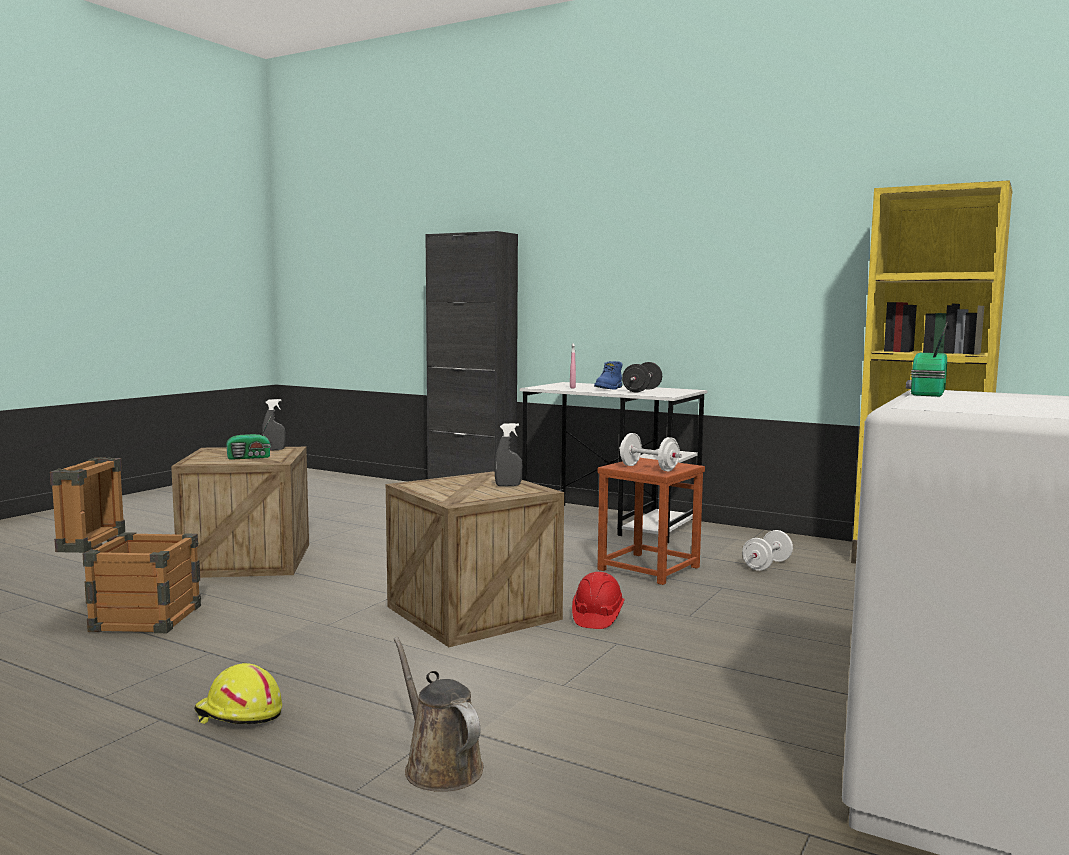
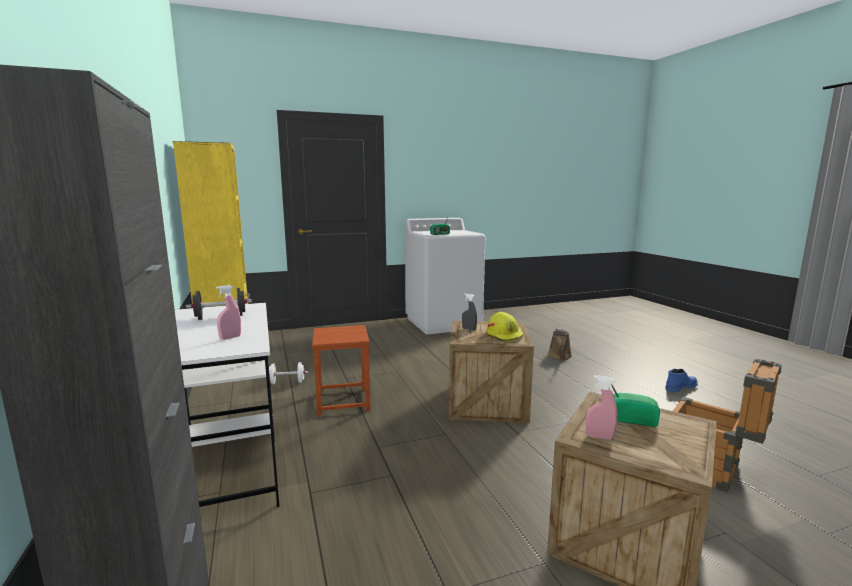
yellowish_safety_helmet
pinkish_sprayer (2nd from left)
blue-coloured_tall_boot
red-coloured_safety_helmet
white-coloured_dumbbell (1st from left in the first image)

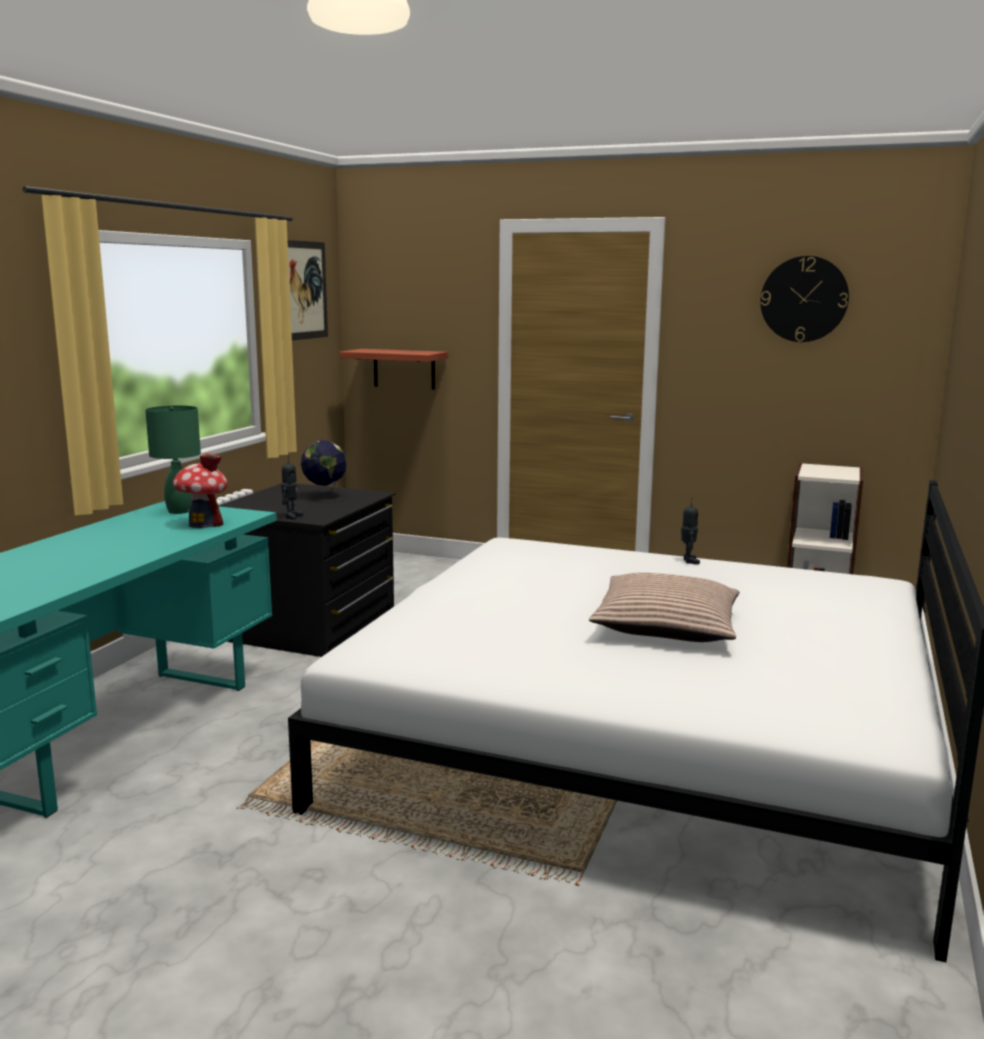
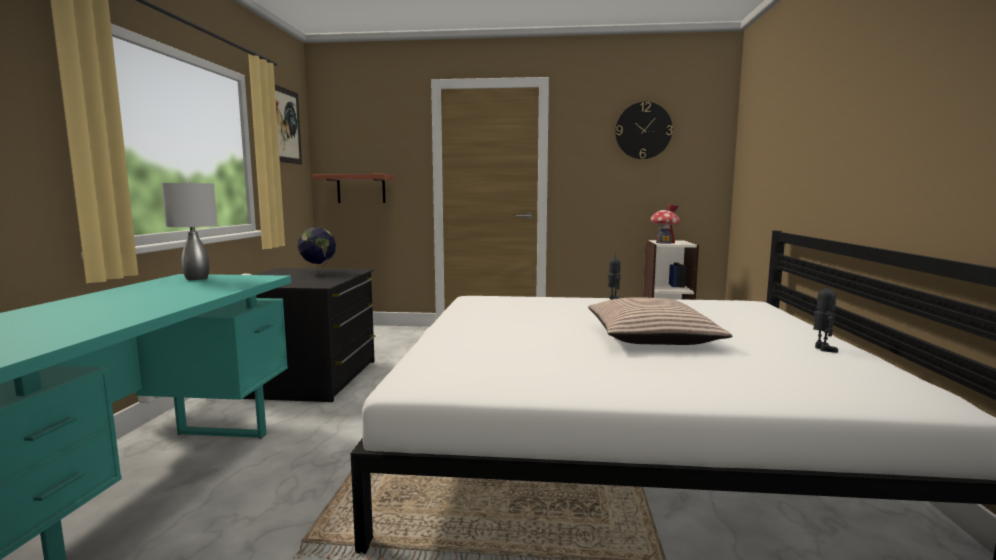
greyish_lamp_for_a_table
model_house
toy_robot (2nd from left)

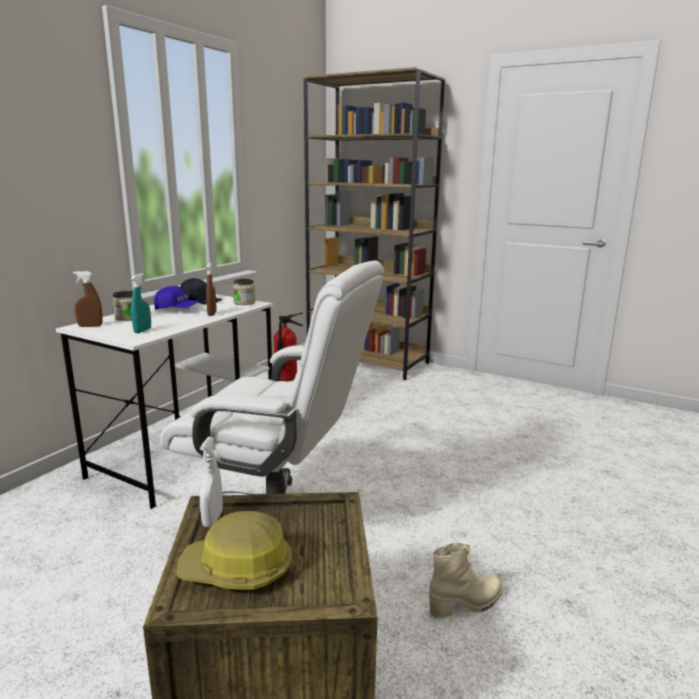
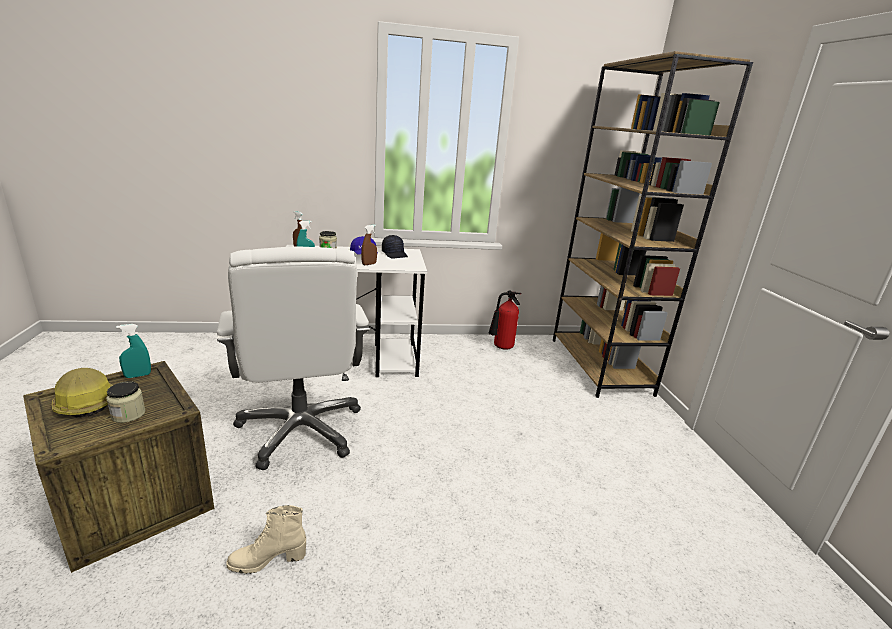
jar (1st from left)
turquoise-coloured_sprayer (1st from left)
beige-coloured_tall_boot

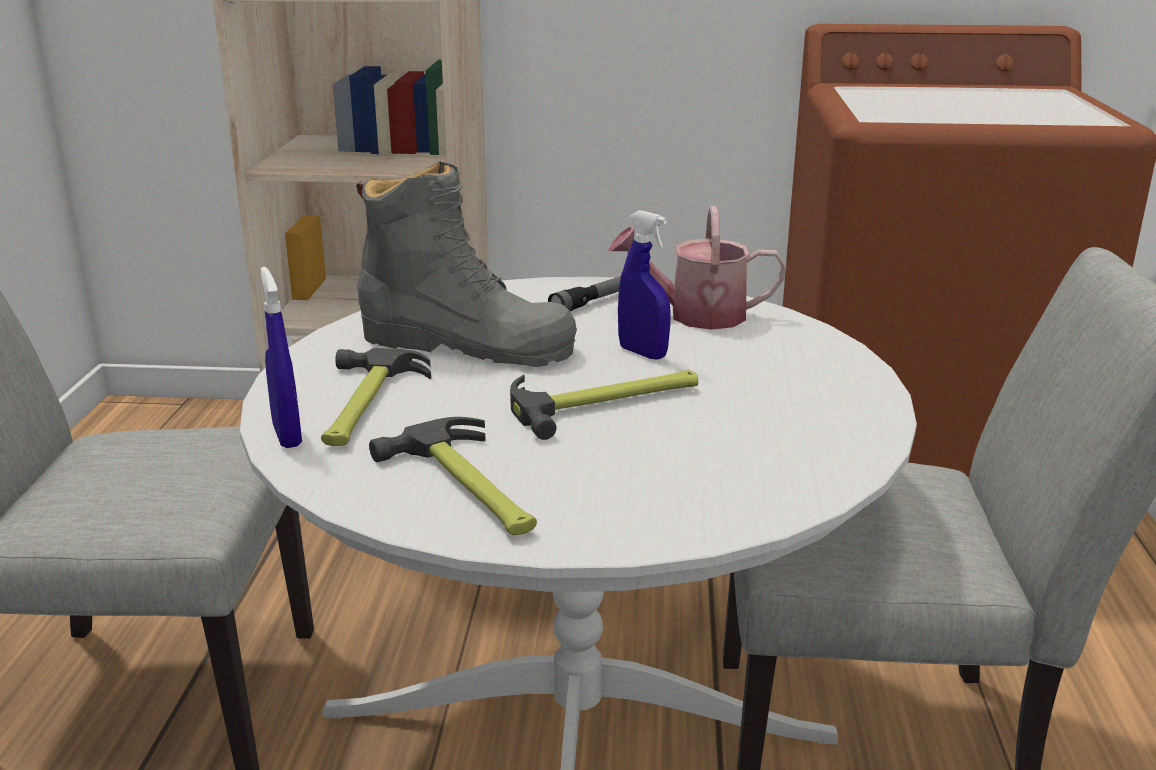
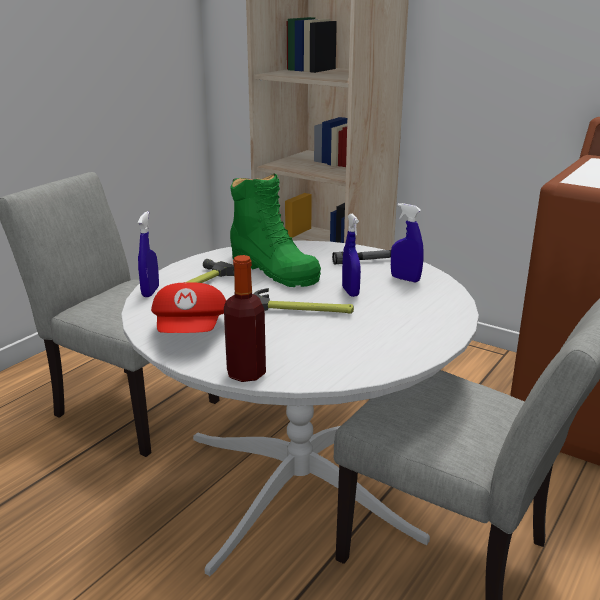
red-coloured_cap
beverage_bottle
green_tall_boot
blue-coloured_sprayer (3rd from left)

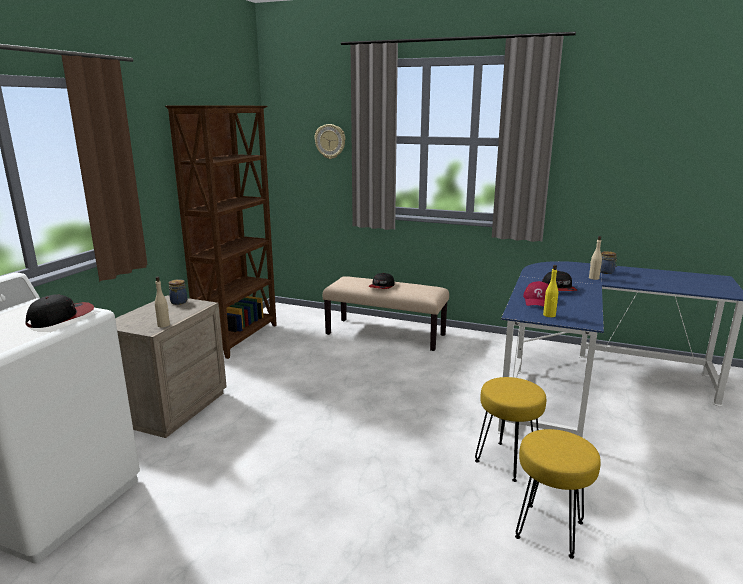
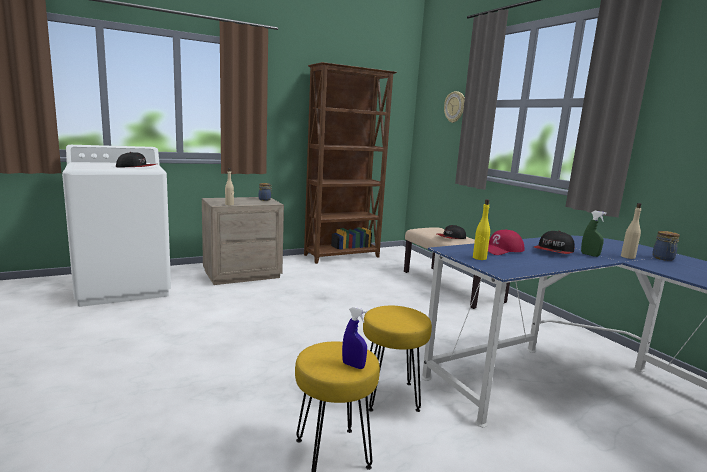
blue-coloured_sprayer
green_sprayer

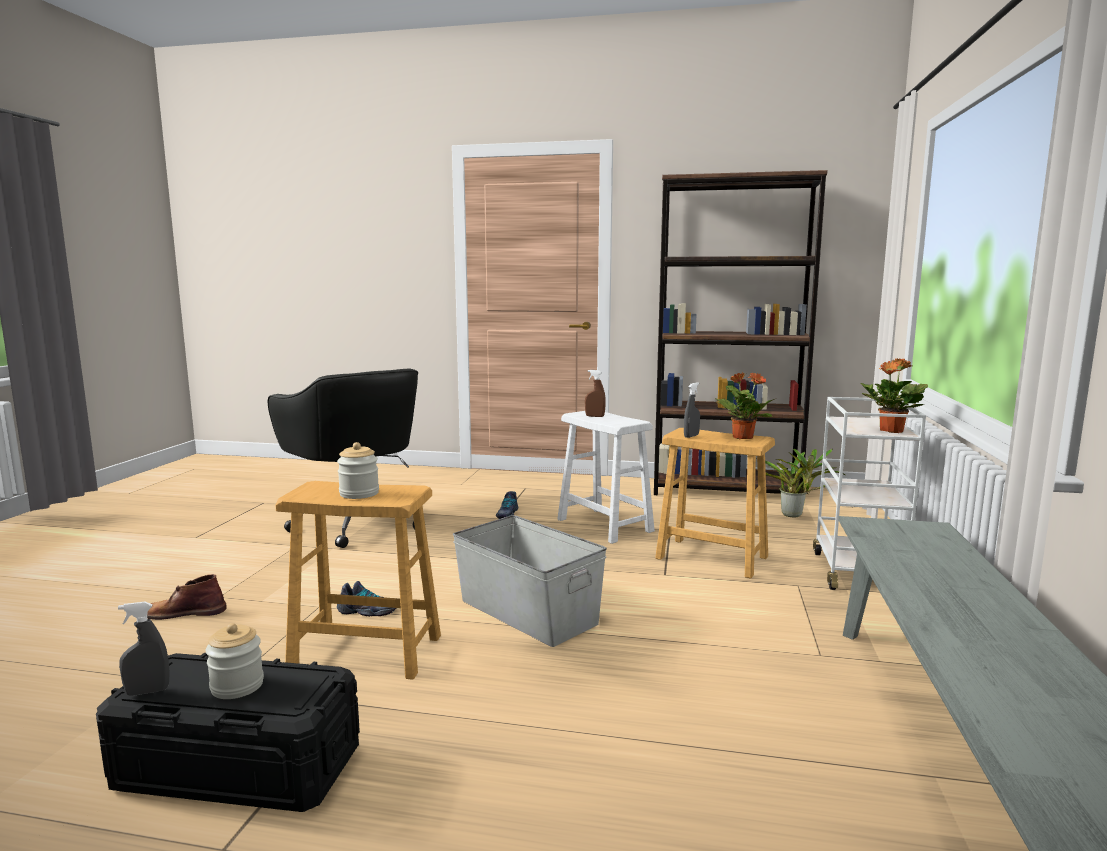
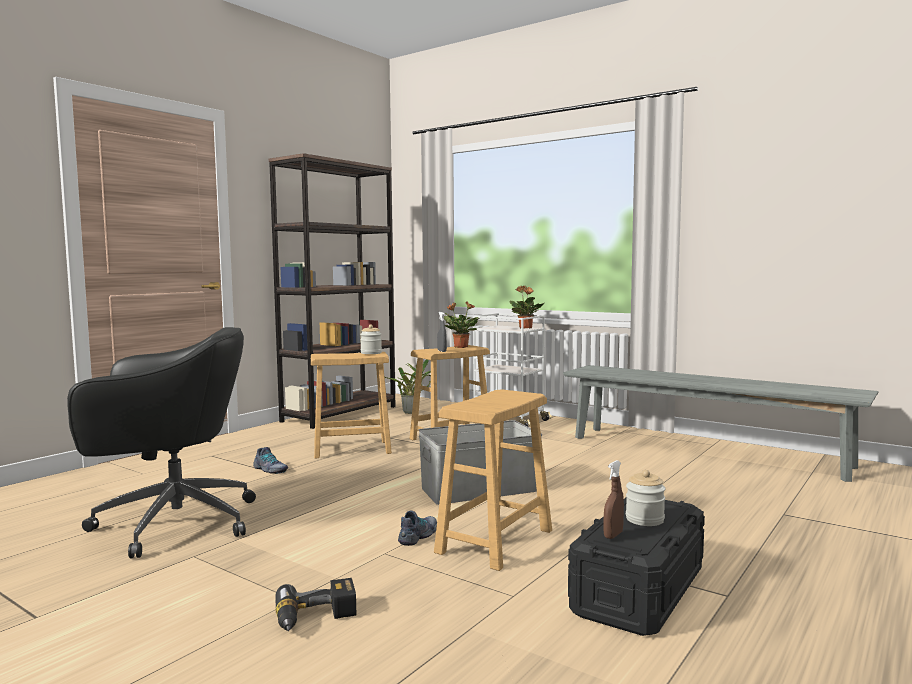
power_drill
brown_sitting_stool (1st from left)
jar (1st from left)
brown_sprayer
greyish_sprayer (1st from left in the first image)

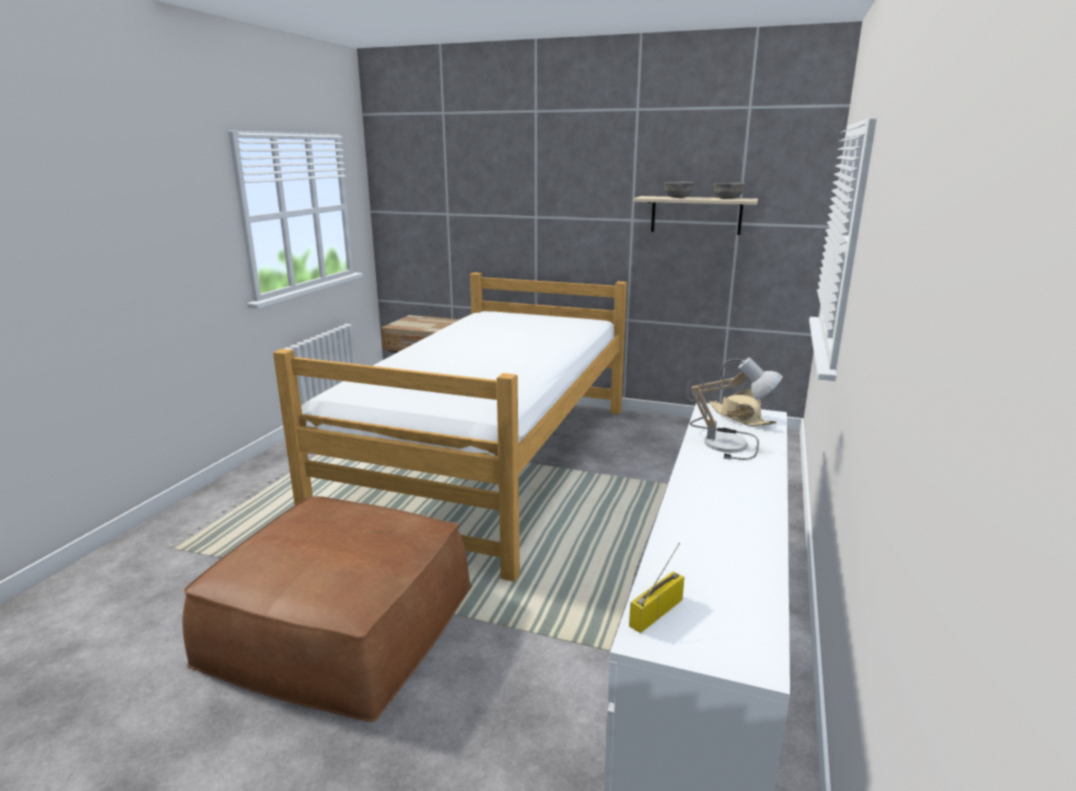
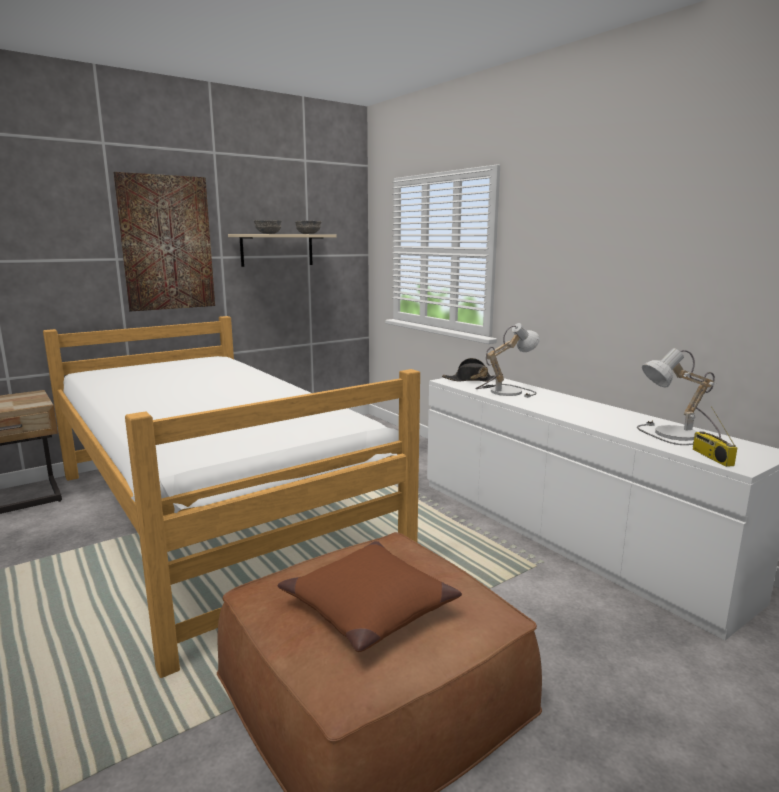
wall_art
brown_pillow
blackish_wearable_hat
lamp_for_a_table (2nd from left)

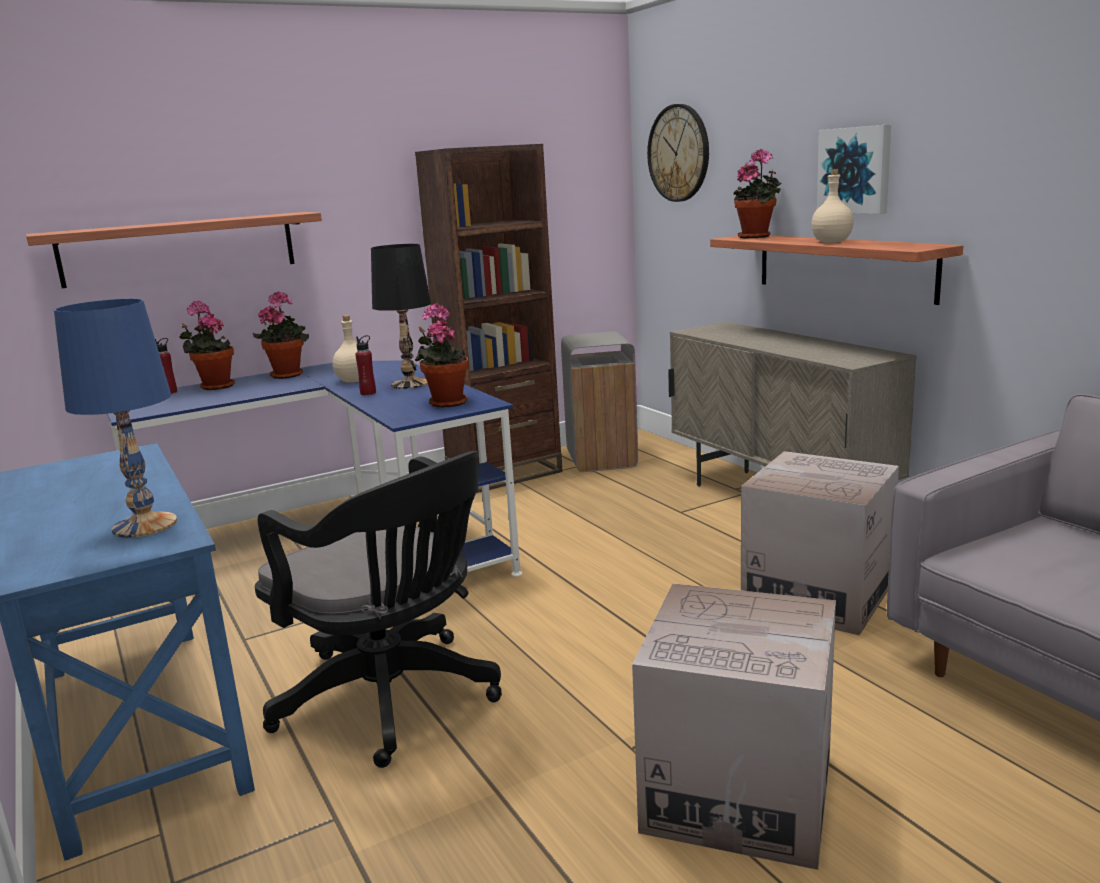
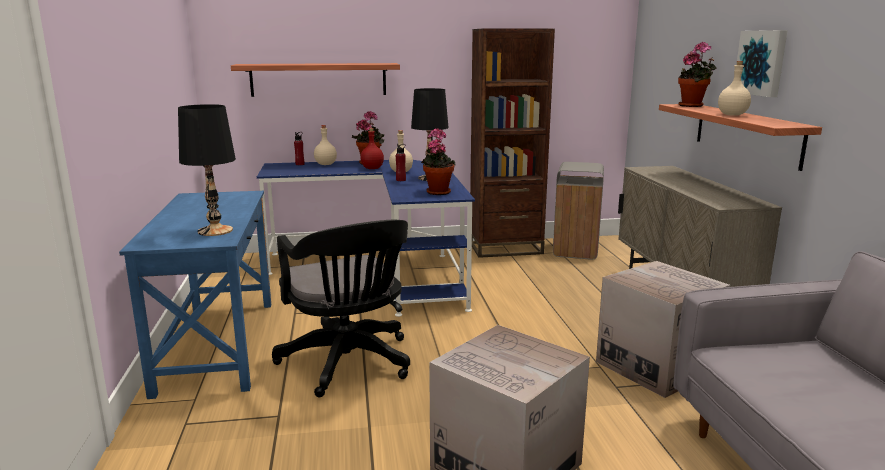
blackish_lamp_for_a_table (1st from left)
beige-coloured_beverage_bottle (1st from left)
red-coloured_beverage_bottle (2nd from left)
hanging_clock

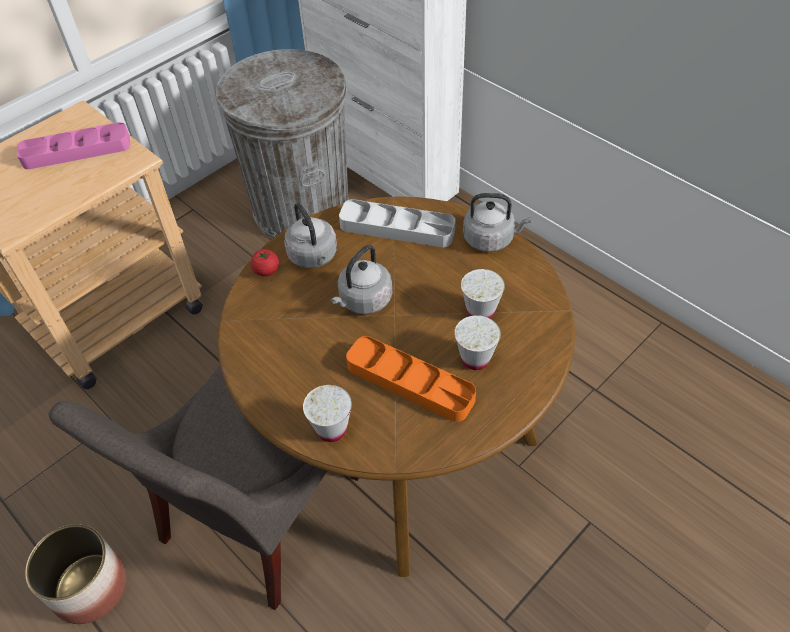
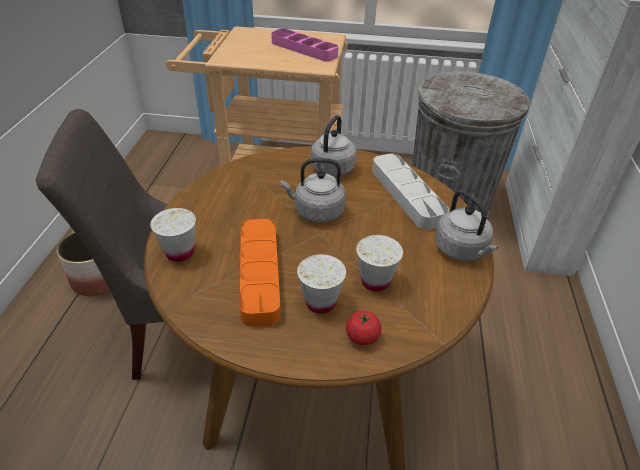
tomato

